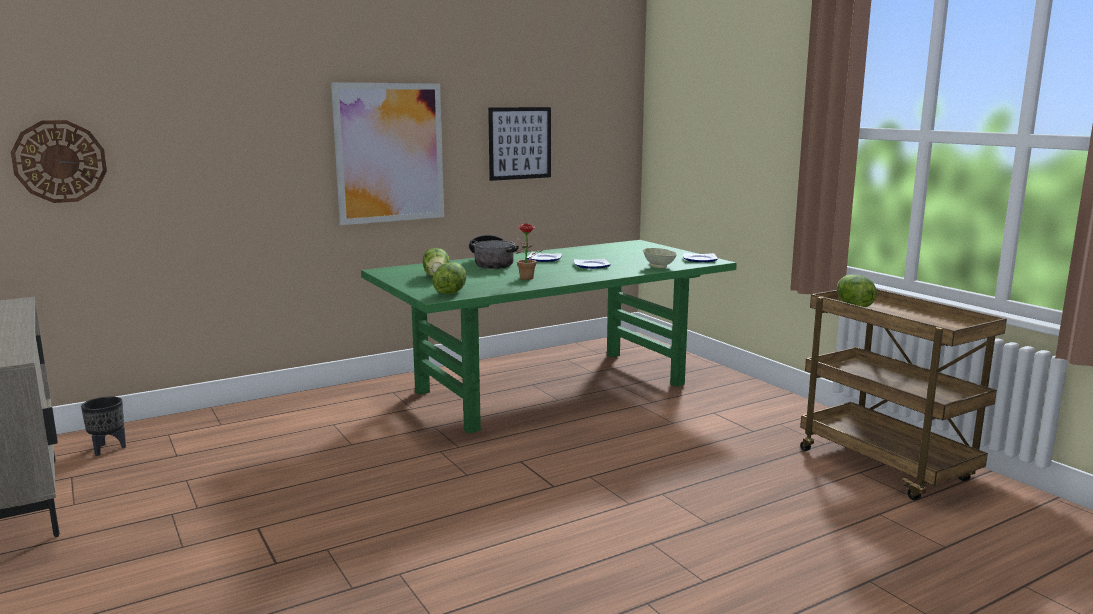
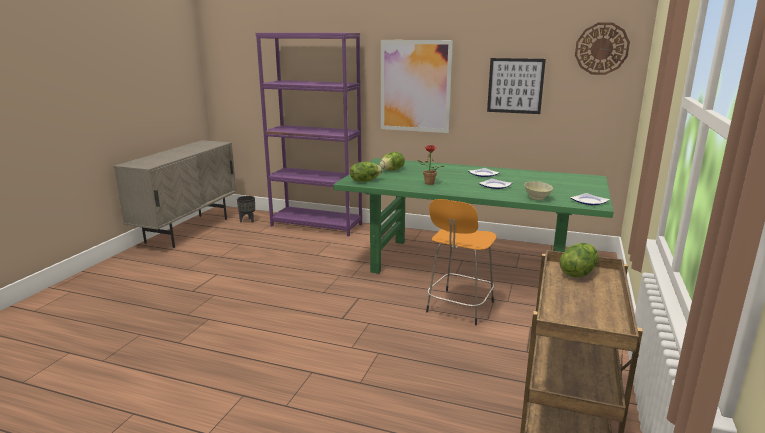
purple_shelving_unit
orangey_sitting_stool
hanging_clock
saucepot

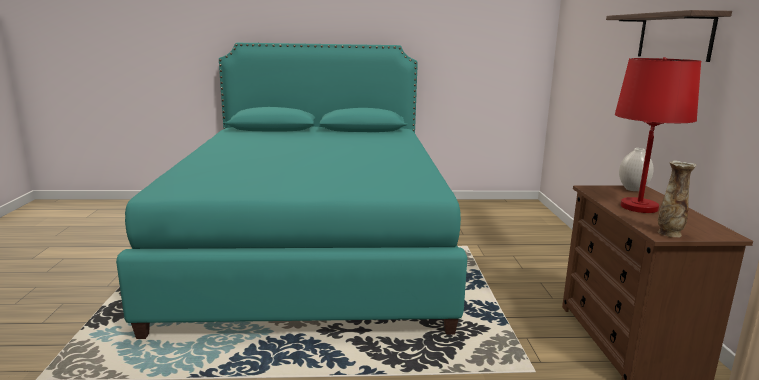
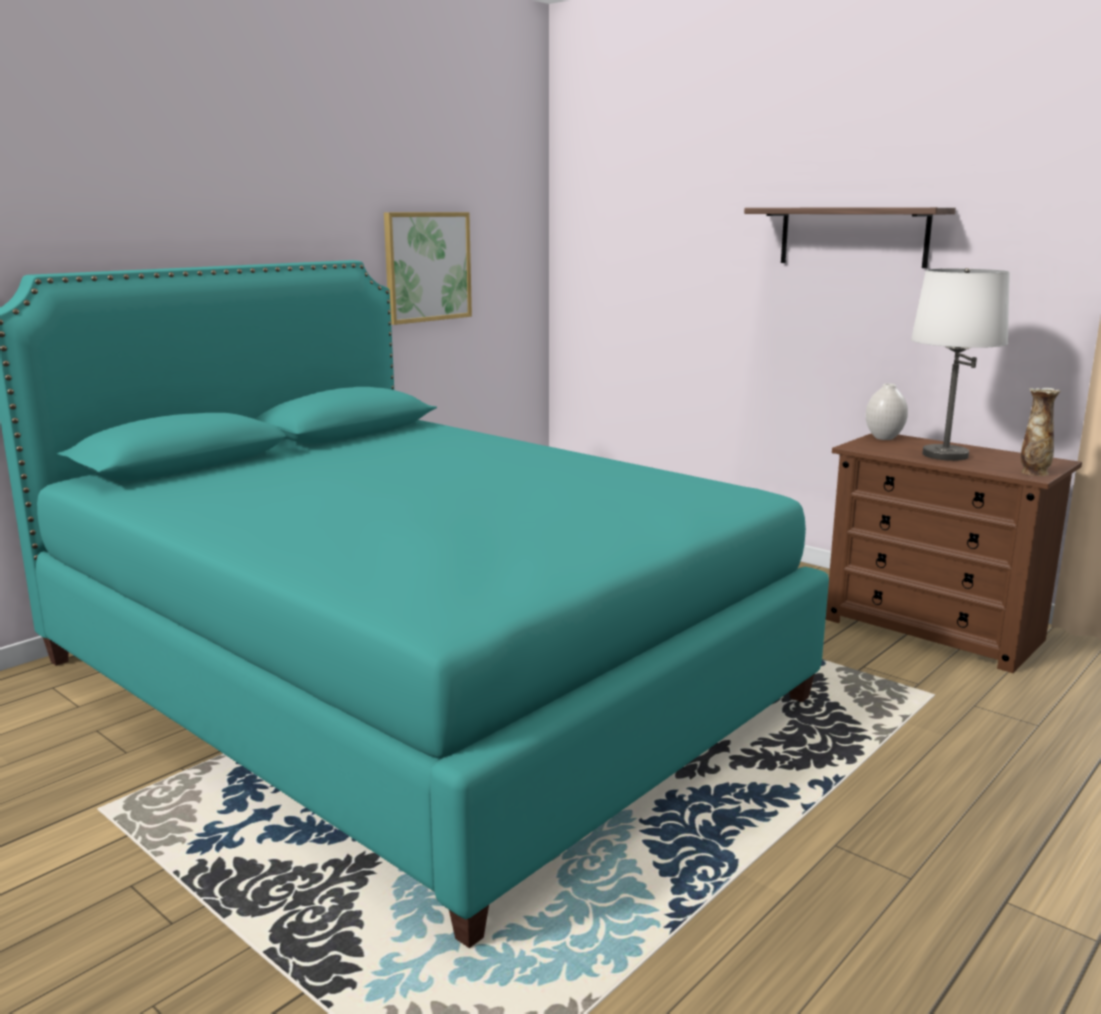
wall_art
white-coloured_lamp_for_a_table

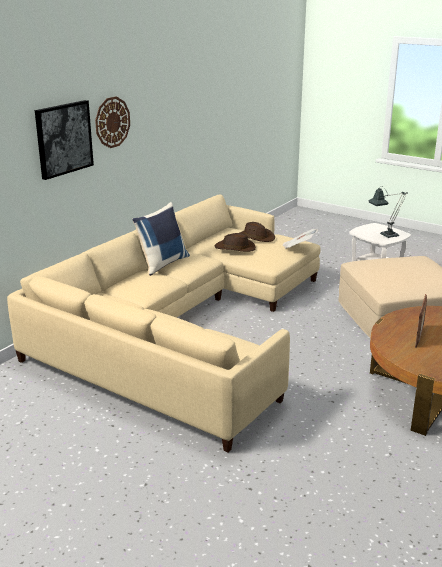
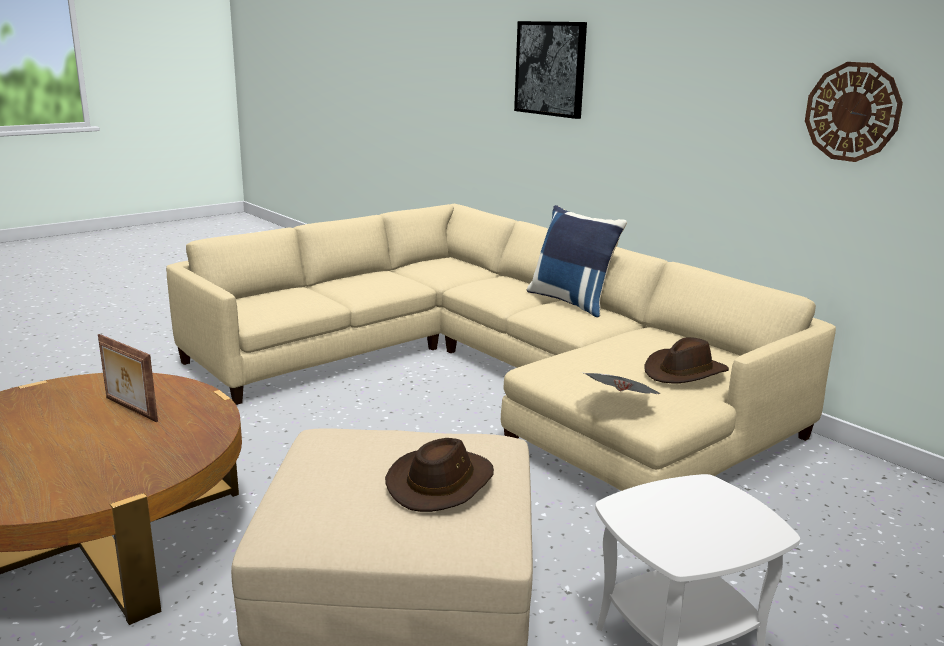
brown_wearable_hat (1st from left)
hanging_clock
lamp_for_a_table

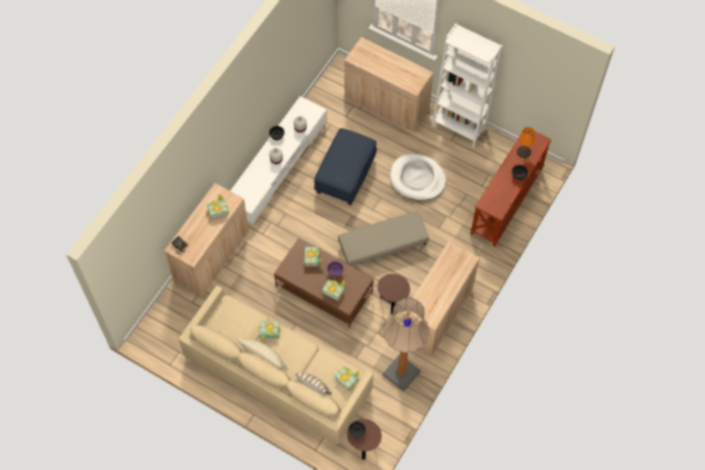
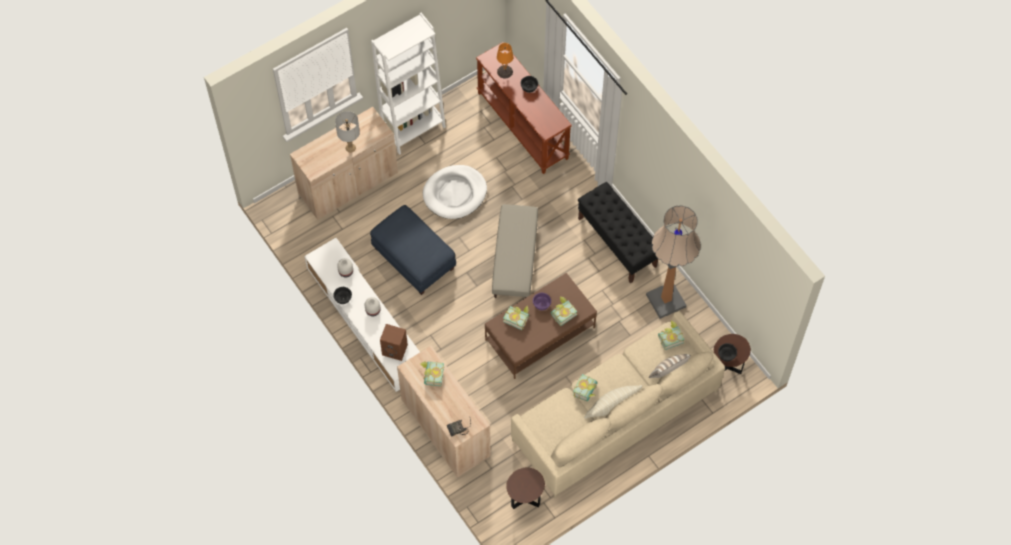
greyish_lamp_for_a_table
brown_loudspeaker
brown_accent_table (1st from left)
blackish_bench

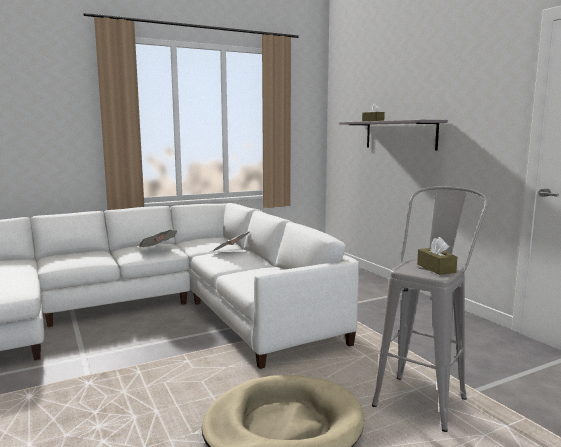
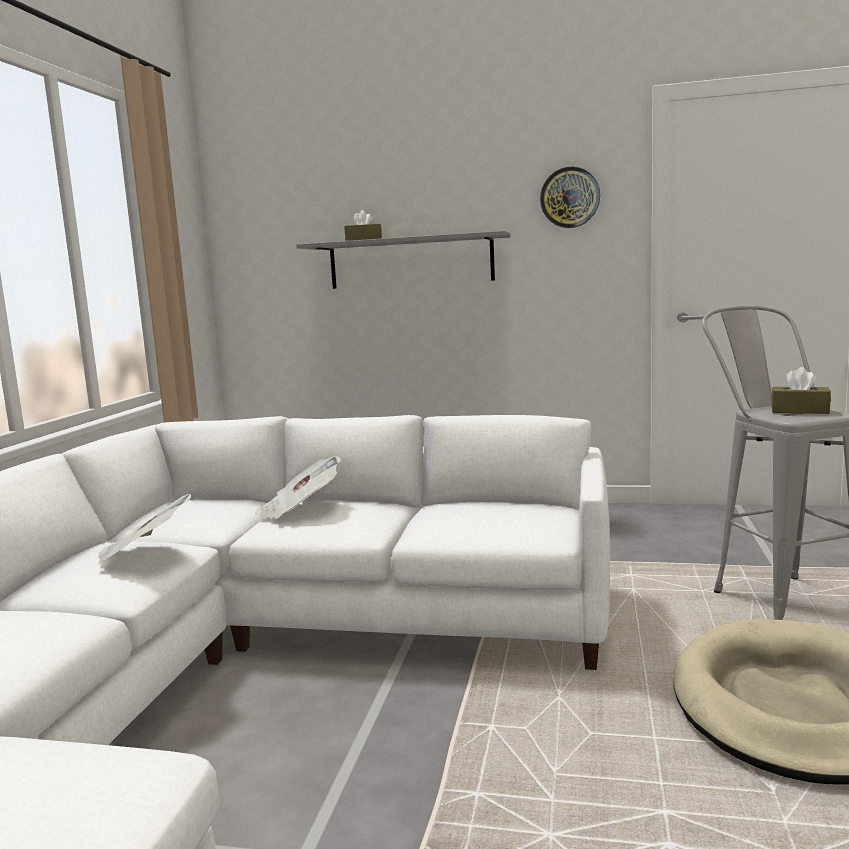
hanging_clock

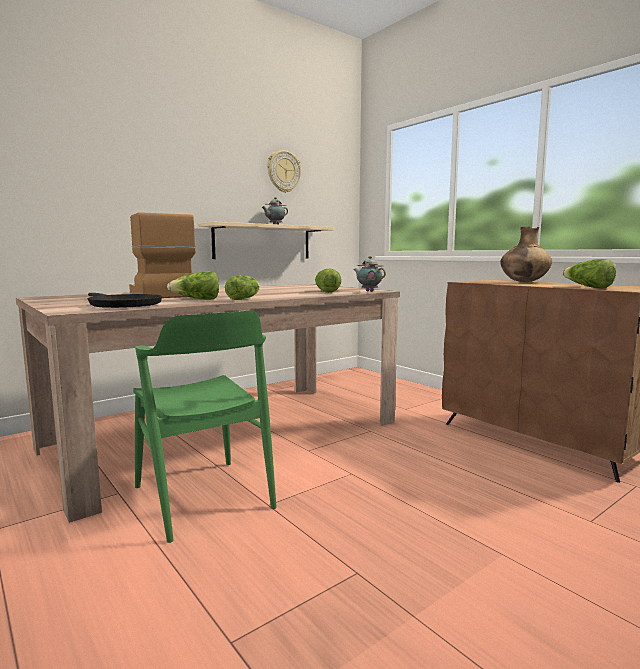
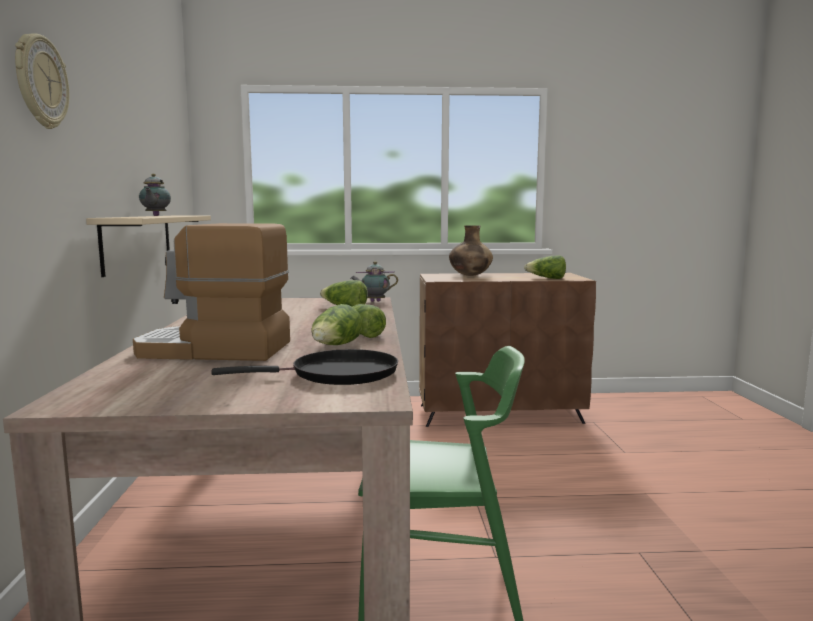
hanging_clock

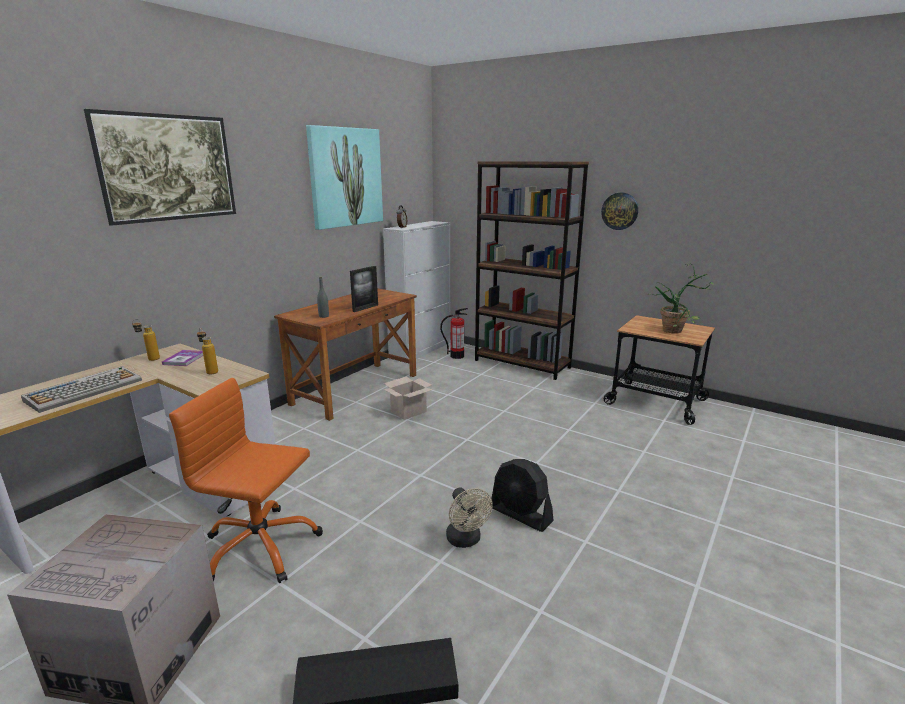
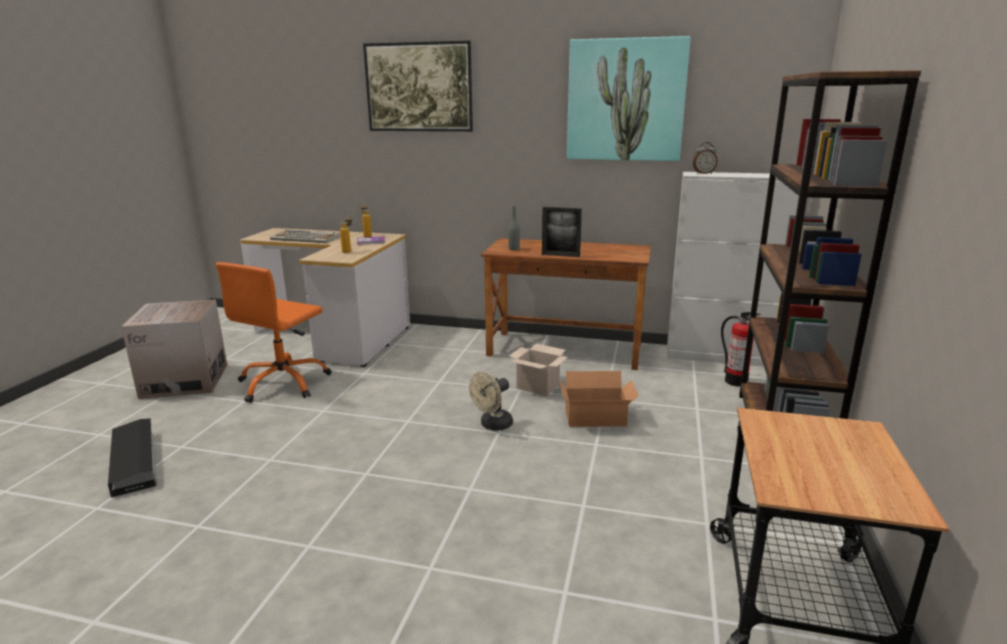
orangey_office_chair
beige-coloured_electric_fan
cardboard_box (3rd from left)
blackish_electric_fan
hanging_clock
plant_in_a_pot

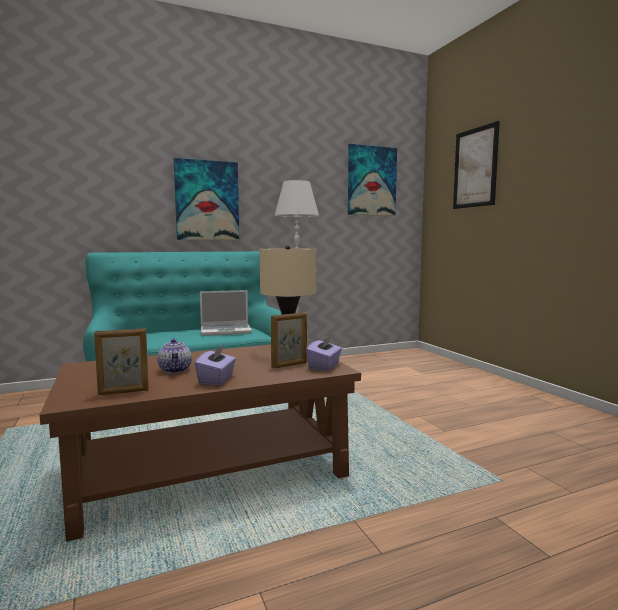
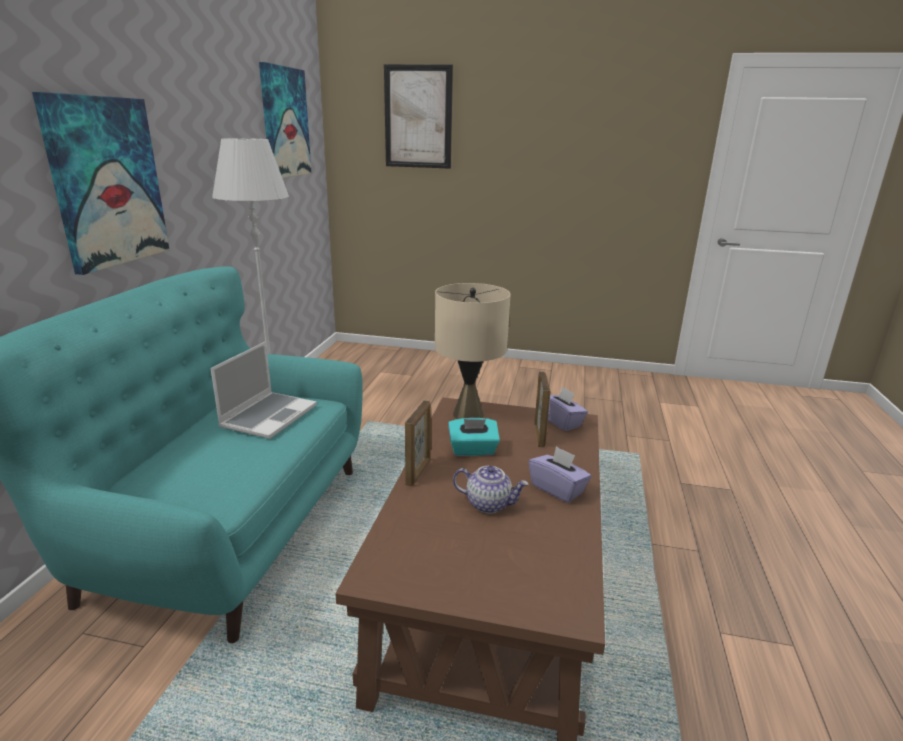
standing_frame (1st from left)
turquoise-coloured_tissue_box

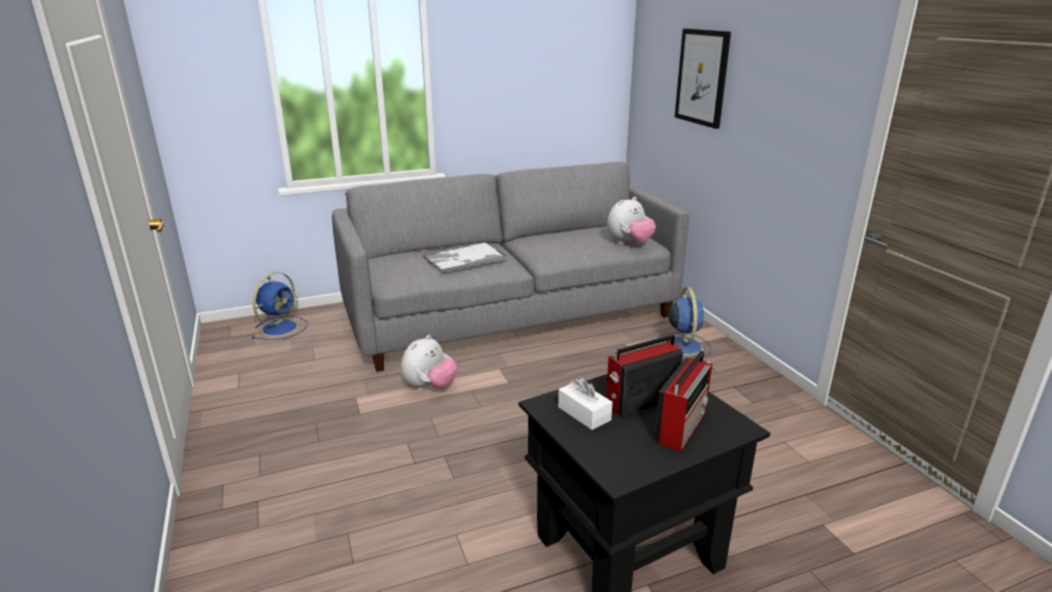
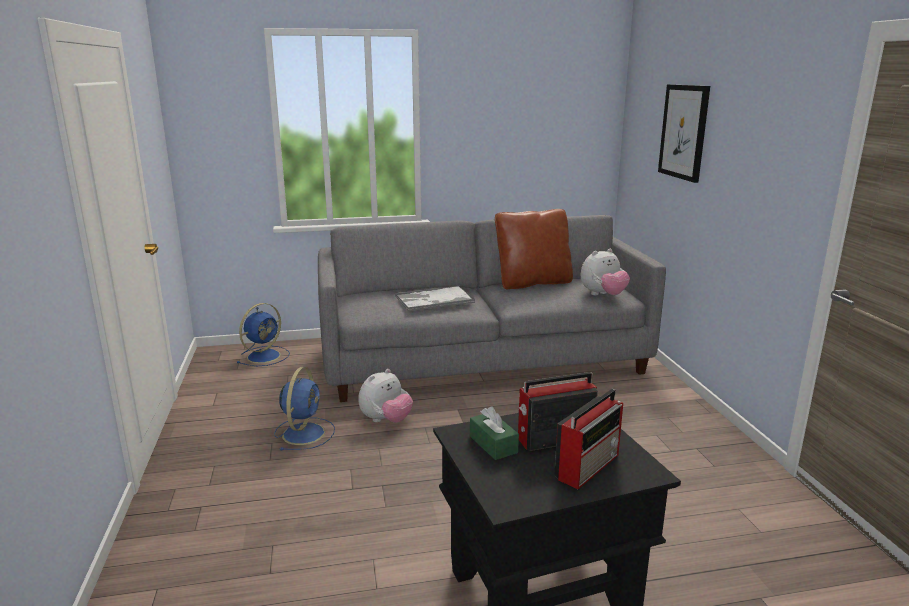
blue-coloured_electric_fan (2nd from left)
green_tissue_box
brown_pillow

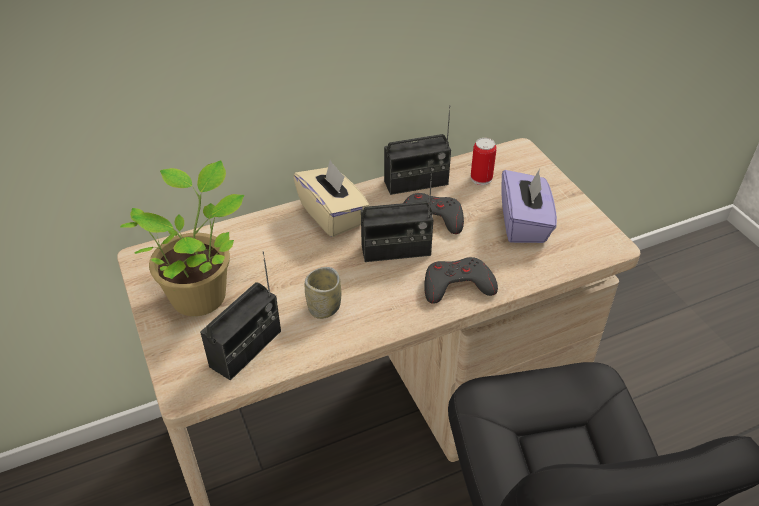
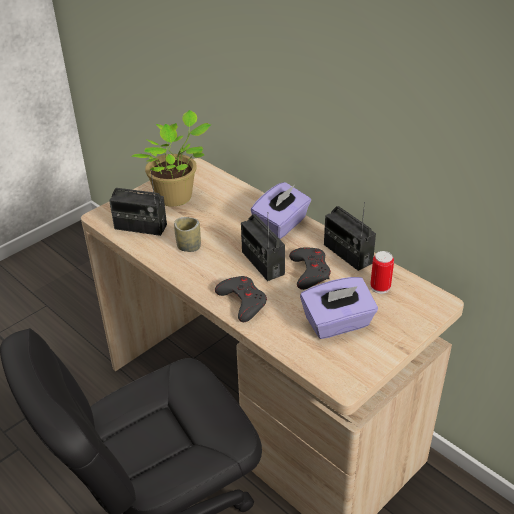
purple_tissue_box (1st from left)

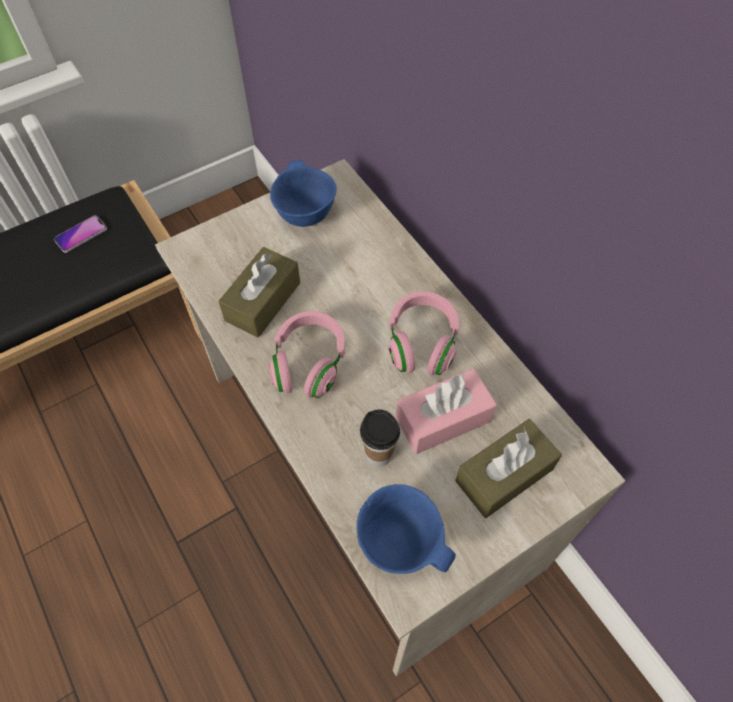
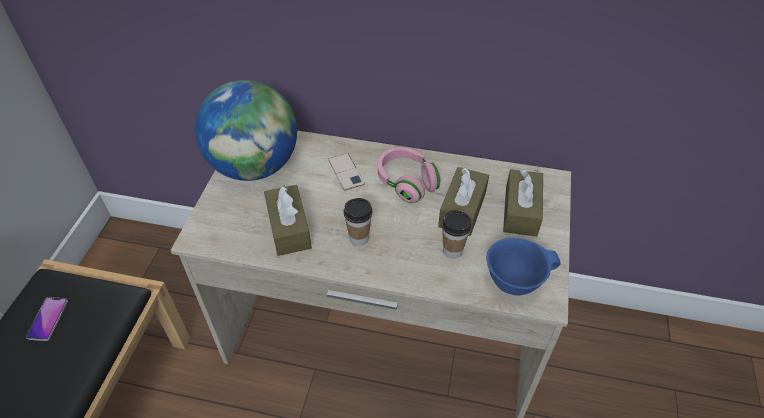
world_globe
phone (2nd from left)
drinking_cup (1st from left)
brown_tissue_box (2nd from left)

